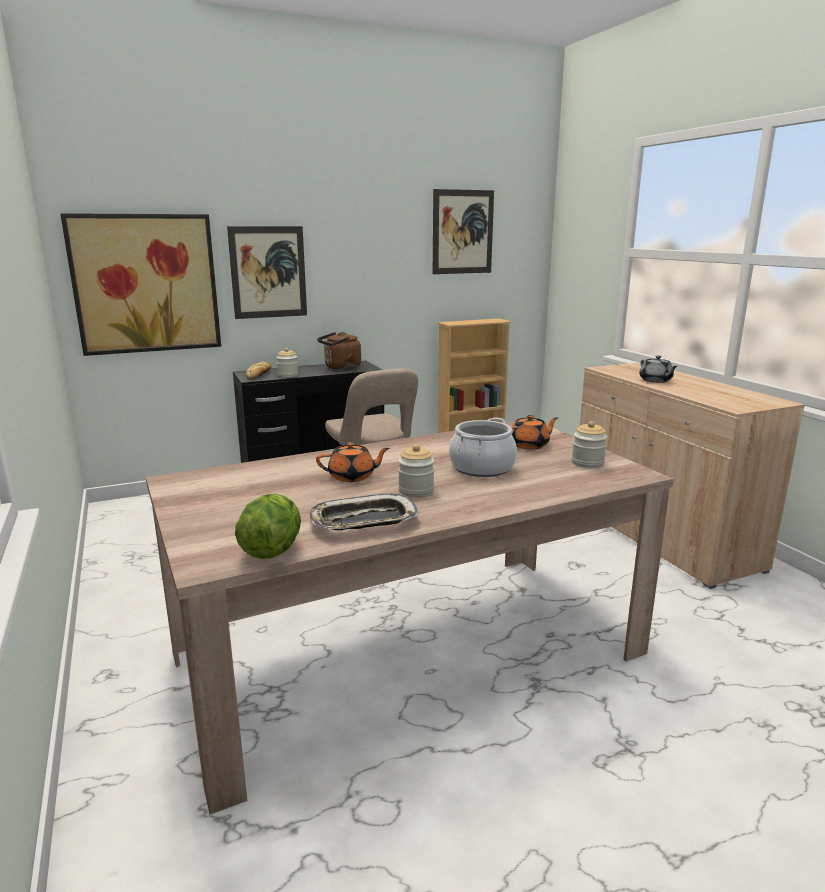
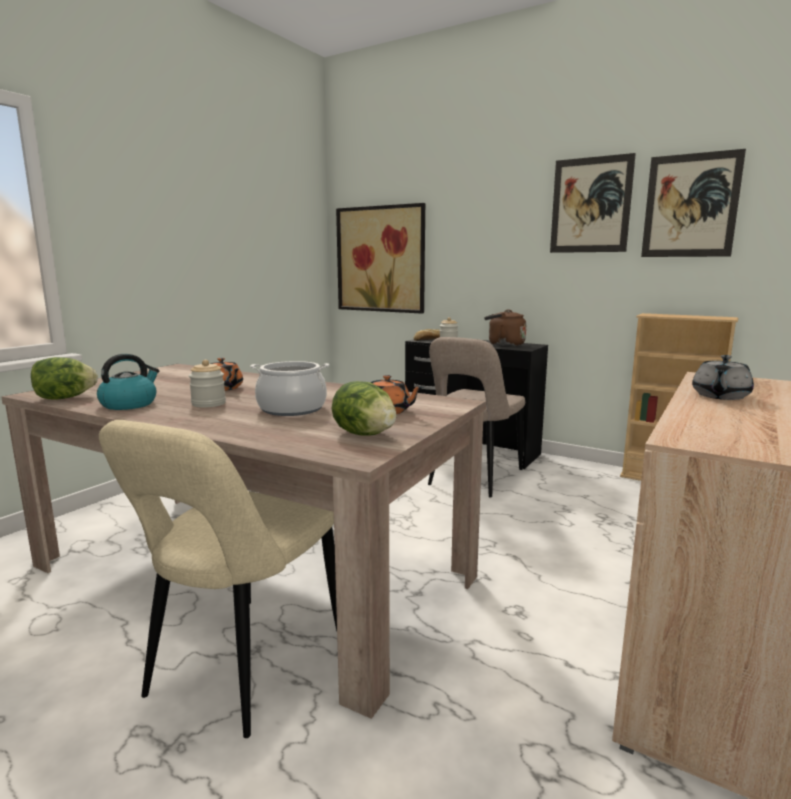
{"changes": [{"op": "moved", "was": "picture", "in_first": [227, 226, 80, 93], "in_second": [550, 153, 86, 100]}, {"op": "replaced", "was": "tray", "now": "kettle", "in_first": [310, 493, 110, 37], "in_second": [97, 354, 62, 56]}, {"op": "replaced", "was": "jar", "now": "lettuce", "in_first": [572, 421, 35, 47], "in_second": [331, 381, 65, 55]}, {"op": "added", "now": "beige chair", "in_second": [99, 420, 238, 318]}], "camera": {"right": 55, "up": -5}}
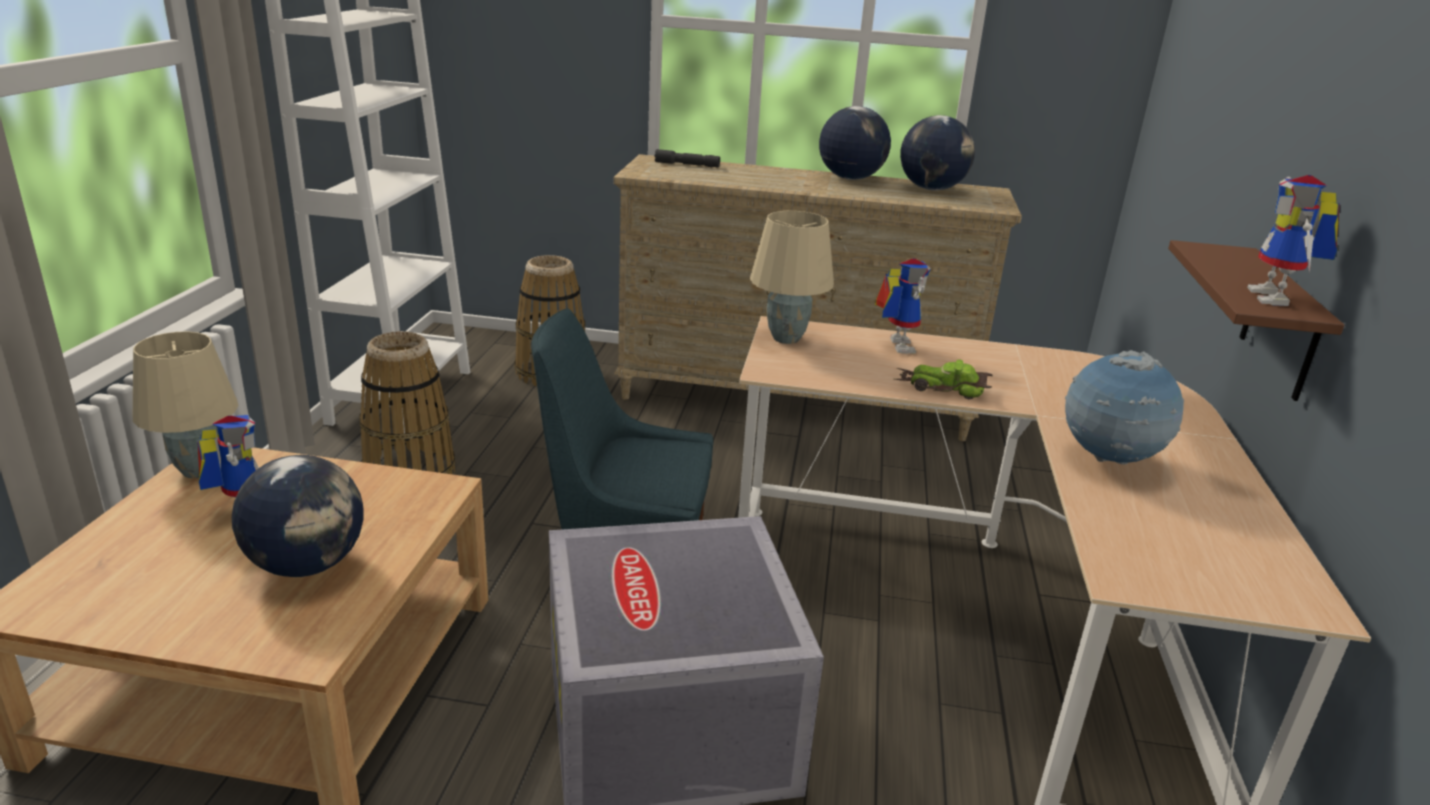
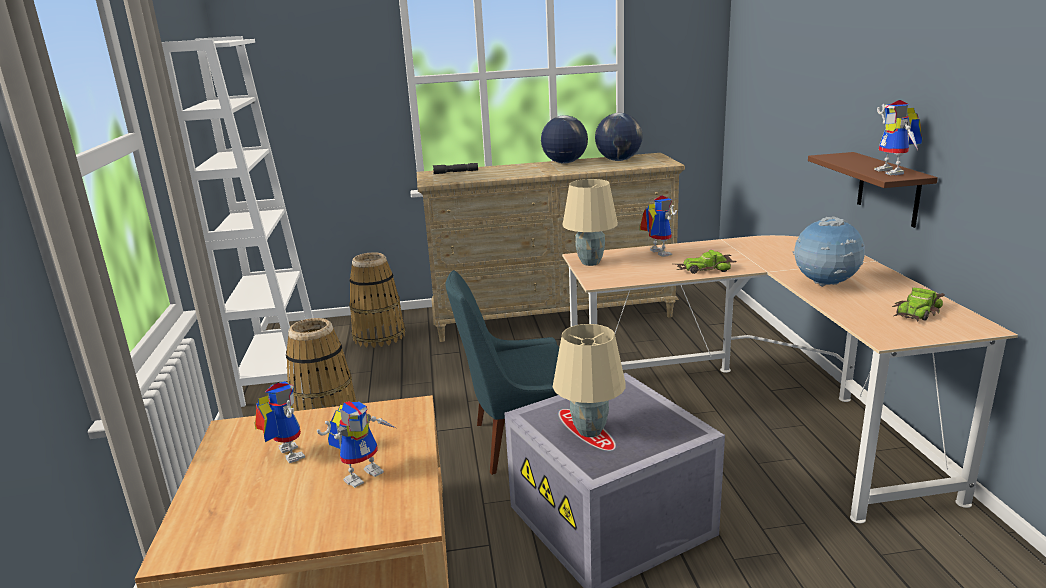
{"changes": [{"op": "moved", "was": "beige table lamp", "in_first": [133, 332, 106, 146], "in_second": [553, 324, 73, 113]}, {"op": "replaced", "was": "globe", "now": "toy robot", "in_first": [232, 455, 132, 122], "in_second": [317, 401, 79, 87]}, {"op": "added", "now": "toy car", "in_second": [892, 288, 53, 33]}], "camera": {"right": -15, "up": -5}}
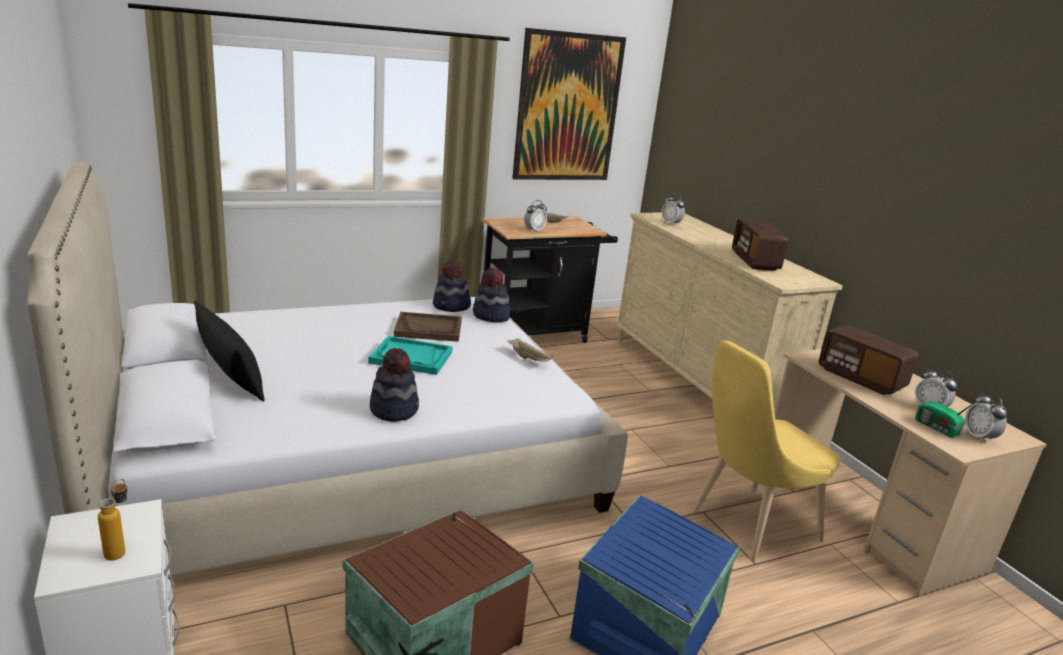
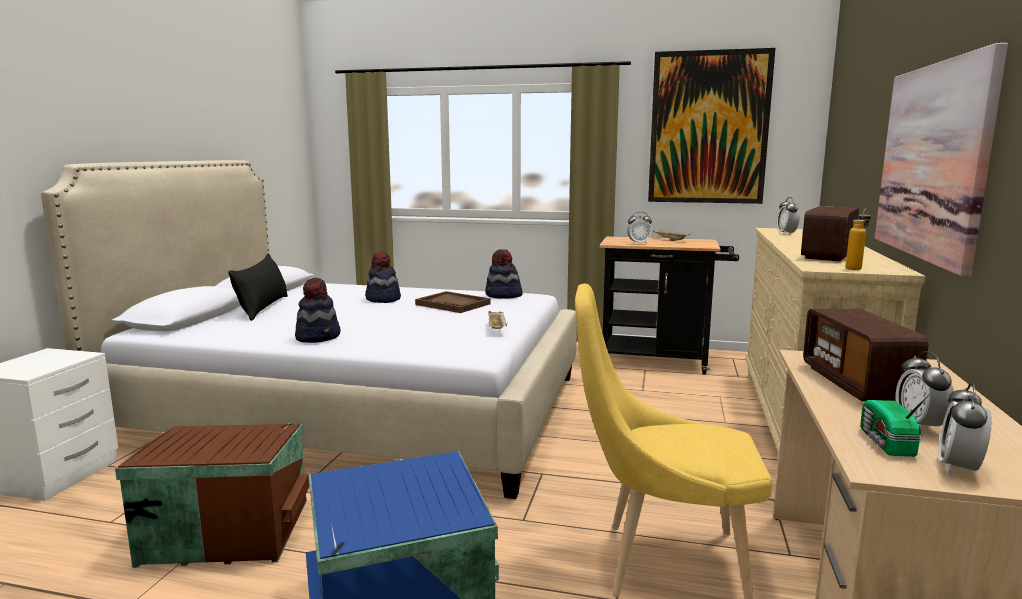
{"changes": [{"op": "moved", "was": "bottle", "in_first": [98, 479, 30, 82], "in_second": [846, 209, 25, 61]}, {"op": "removed", "was": "turquoise tray", "in_first": [368, 336, 85, 39]}, {"op": "moved", "was": "hat", "in_first": [473, 268, 37, 54], "in_second": [365, 252, 36, 51]}, {"op": "added", "now": "picture", "in_second": [875, 43, 133, 233]}], "camera": {"right": 40, "up": -10}}
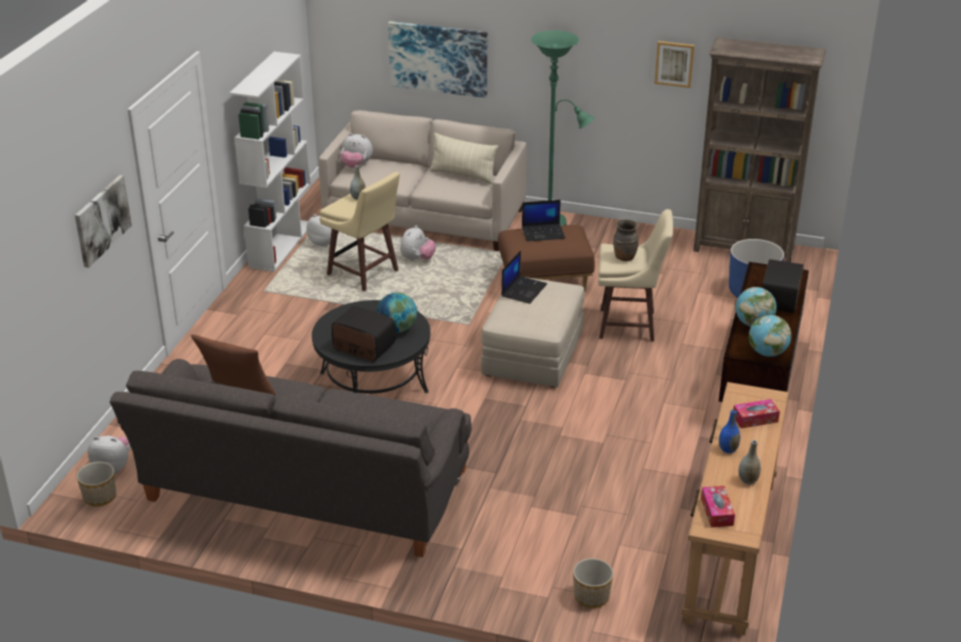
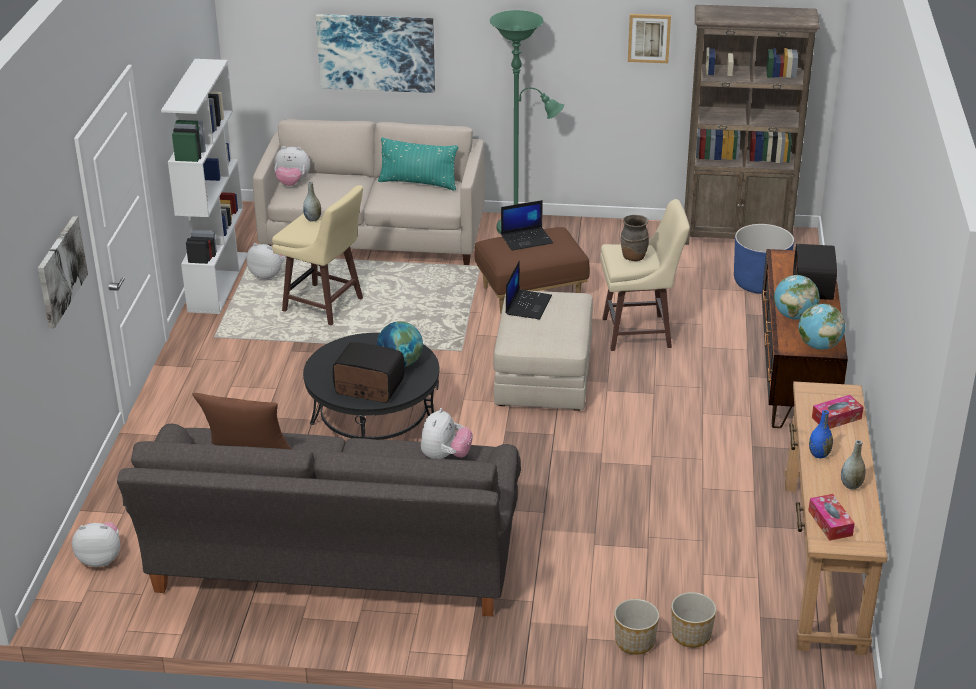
{"changes": [{"op": "moved", "was": "planter", "in_first": [77, 462, 39, 45], "in_second": [614, 599, 45, 55]}, {"op": "moved", "was": "plush toy", "in_first": [400, 225, 36, 36], "in_second": [421, 408, 52, 51]}, {"op": "recoloured", "was": "beige pillow", "now": "turquoise pillow", "in_first": [429, 133, 69, 52], "in_second": [378, 137, 80, 53]}], "camera": {"right": -10, "up": 0}}
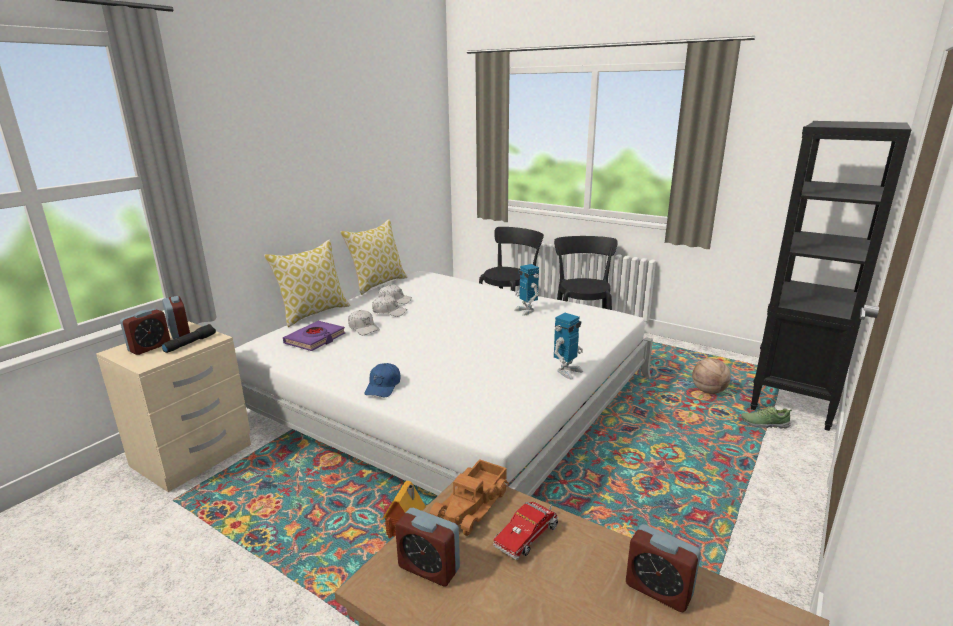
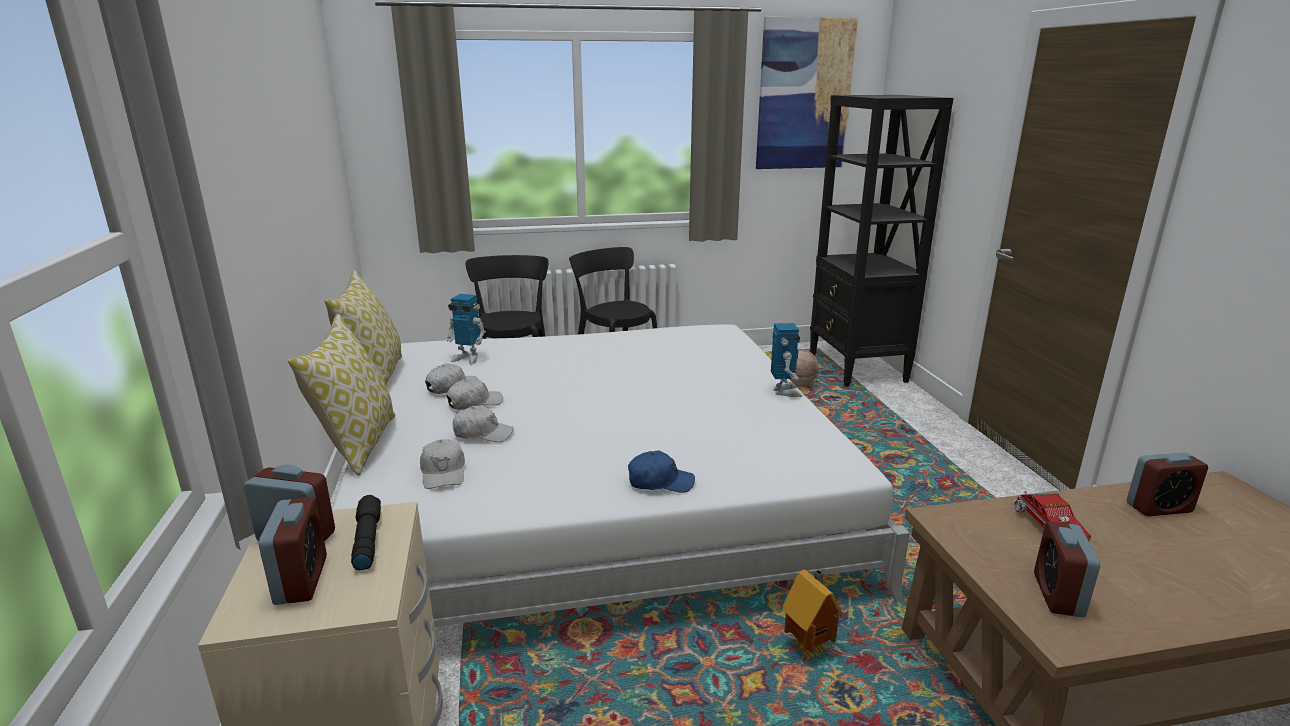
{"changes": [{"op": "replaced", "was": "purple book", "now": "white cap", "in_first": [283, 321, 63, 30], "in_second": [420, 439, 45, 50]}, {"op": "turned", "was": "blue cap", "in_first": [364, 363, 37, 34], "in_second": [628, 450, 67, 43], "clockwise": -60}, {"op": "turned", "was": "alarm clock", "in_first": [395, 508, 65, 79], "in_second": [1034, 521, 66, 97], "clockwise": 120}, {"op": "removed", "was": "toy truck", "in_first": [429, 459, 80, 77]}, {"op": "moved", "was": "toy robot", "in_first": [514, 264, 25, 52], "in_second": [446, 294, 40, 70]}, {"op": "removed", "was": "shoe", "in_first": [741, 406, 51, 23]}, {"op": "added", "now": "picture", "in_second": [756, 17, 102, 152]}], "camera": {"right": -45, "up": 0}}
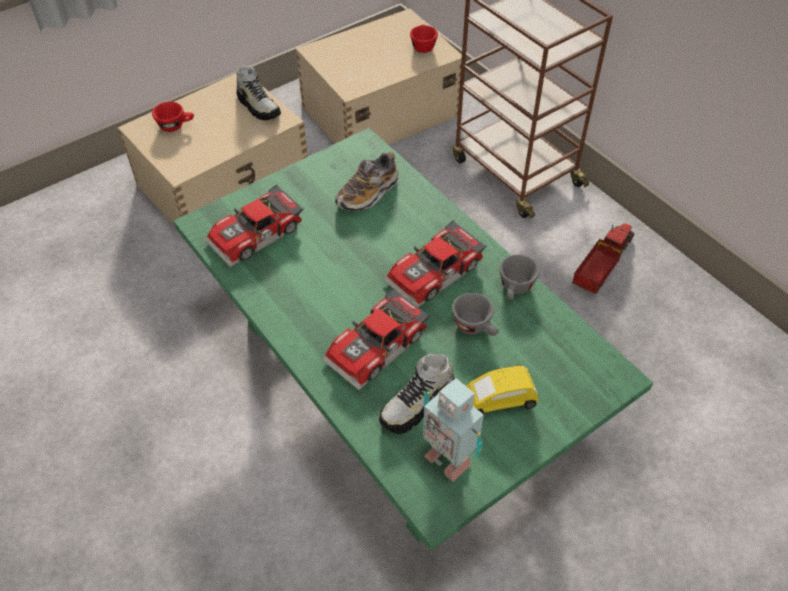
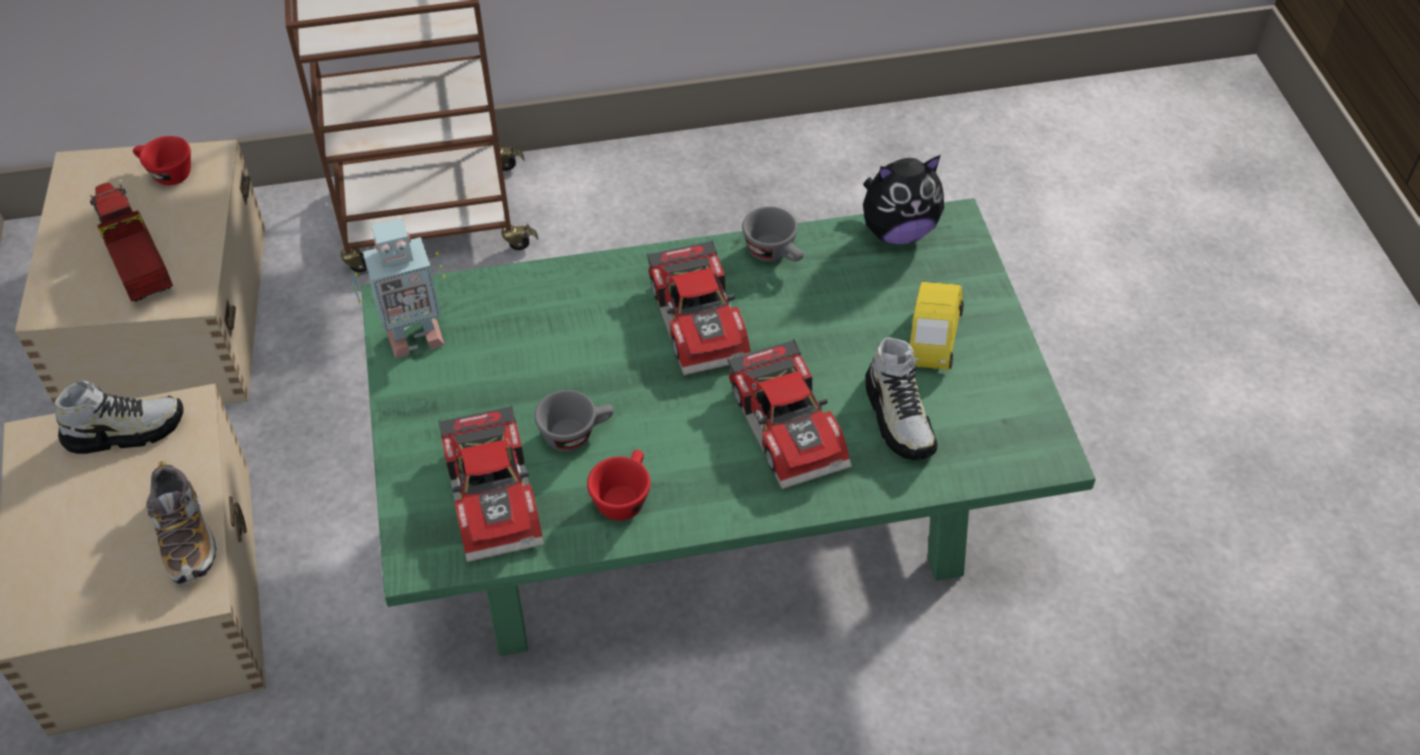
{"changes": [{"op": "moved", "was": "red cup", "in_first": [152, 102, 42, 30], "in_second": [587, 450, 64, 70]}, {"op": "moved", "was": "shoe", "in_first": [335, 152, 64, 60], "in_second": [146, 461, 71, 123]}, {"op": "moved", "was": "toy robot", "in_first": [423, 378, 61, 104], "in_second": [352, 218, 95, 140]}, {"op": "moved", "was": "grey cup", "in_first": [452, 293, 47, 43], "in_second": [534, 390, 80, 62]}, {"op": "moved", "was": "toy truck", "in_first": [572, 223, 62, 71], "in_second": [90, 182, 83, 120]}, {"op": "added", "now": "plush toy", "in_second": [863, 155, 81, 89]}], "camera": {"right": -65, "up": 0}}
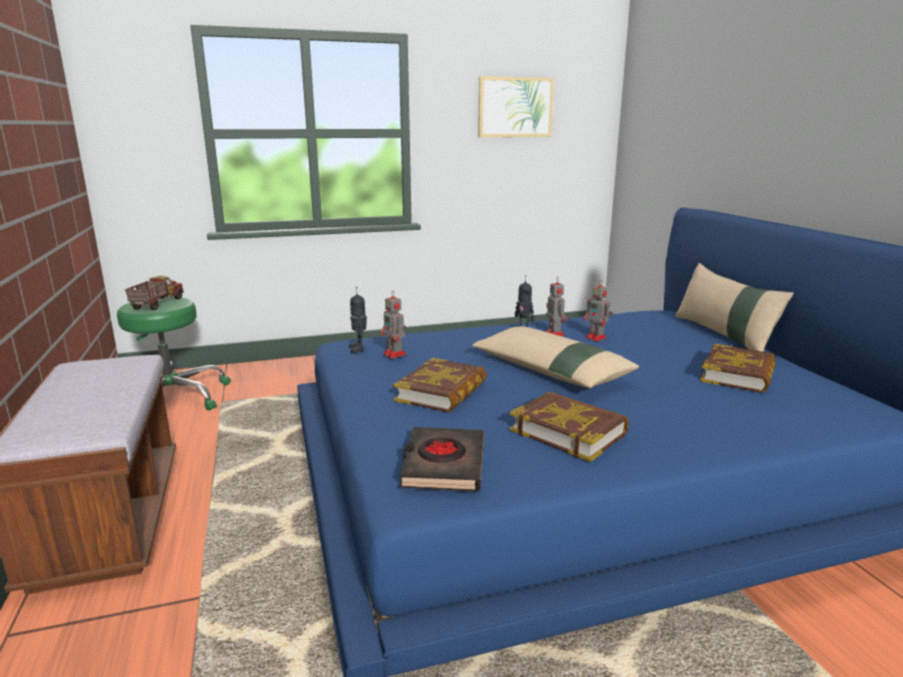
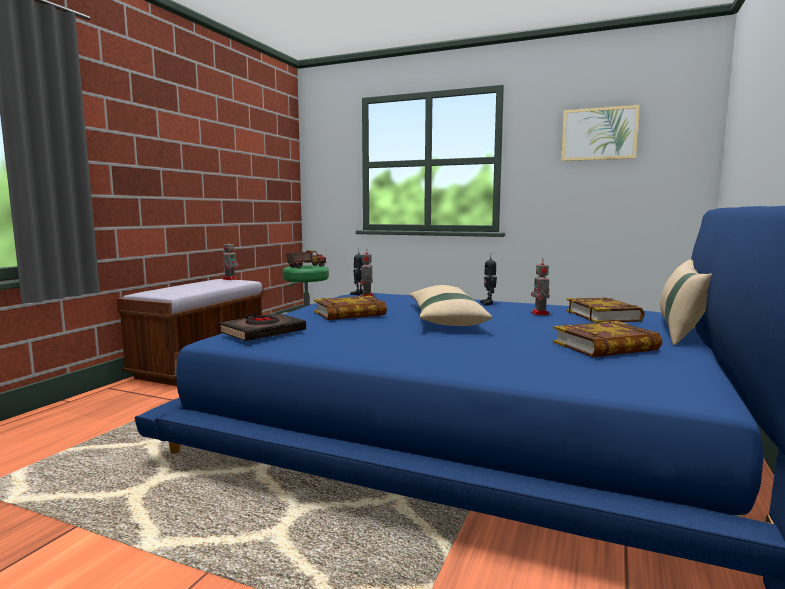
{"changes": [{"op": "moved", "was": "book", "in_first": [510, 392, 119, 70], "in_second": [566, 298, 79, 25]}, {"op": "moved", "was": "toy robot", "in_first": [545, 282, 22, 54], "in_second": [222, 242, 17, 38]}], "camera": {"right": 40, "up": -10}}
